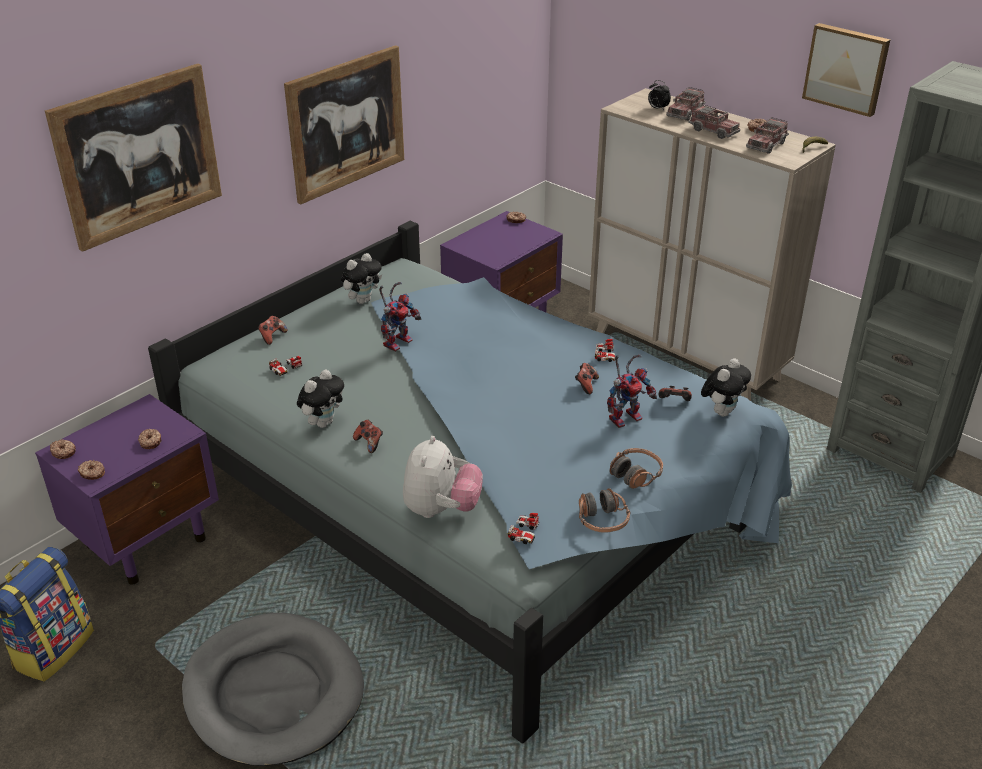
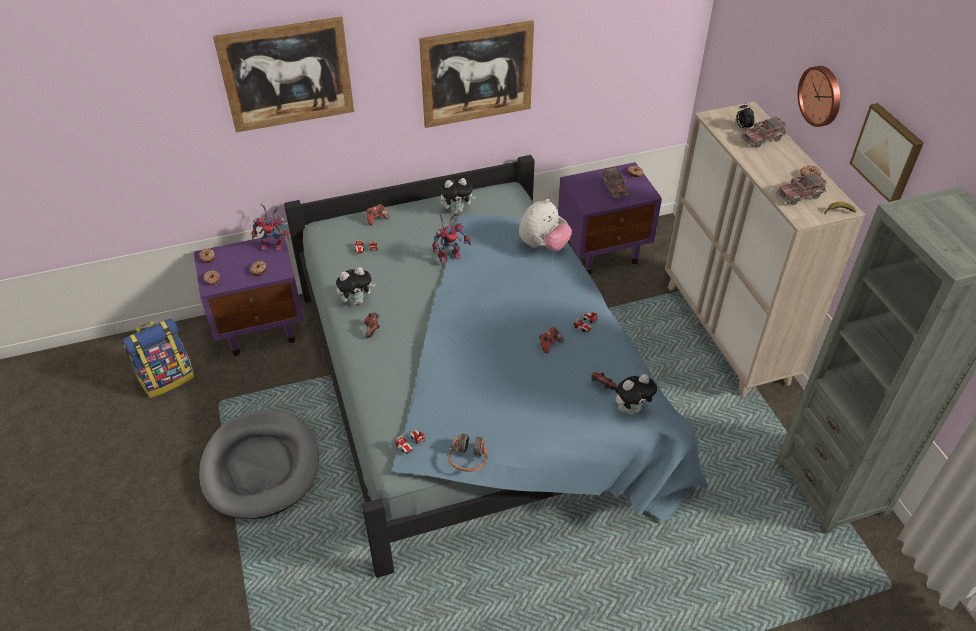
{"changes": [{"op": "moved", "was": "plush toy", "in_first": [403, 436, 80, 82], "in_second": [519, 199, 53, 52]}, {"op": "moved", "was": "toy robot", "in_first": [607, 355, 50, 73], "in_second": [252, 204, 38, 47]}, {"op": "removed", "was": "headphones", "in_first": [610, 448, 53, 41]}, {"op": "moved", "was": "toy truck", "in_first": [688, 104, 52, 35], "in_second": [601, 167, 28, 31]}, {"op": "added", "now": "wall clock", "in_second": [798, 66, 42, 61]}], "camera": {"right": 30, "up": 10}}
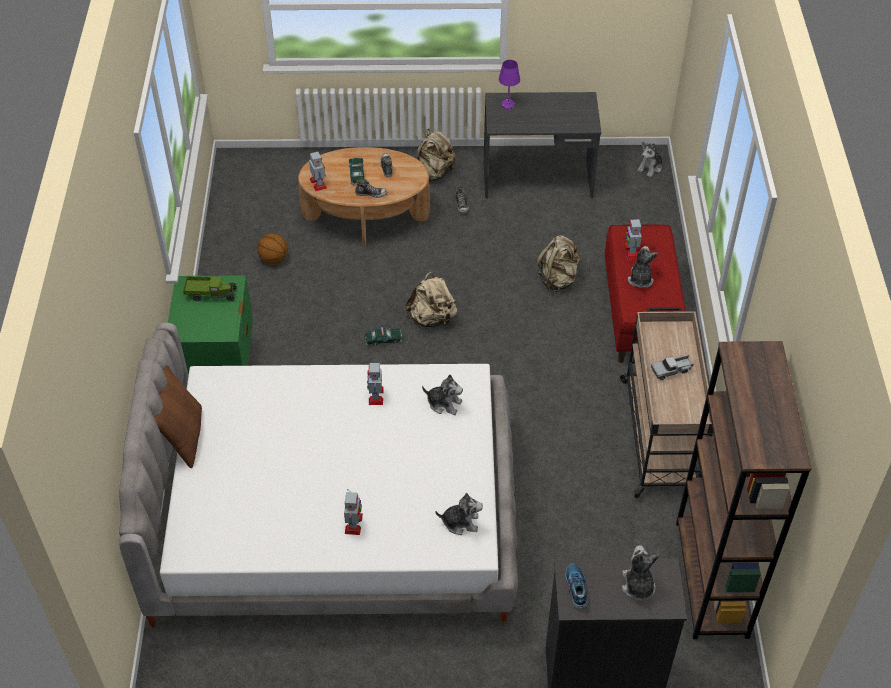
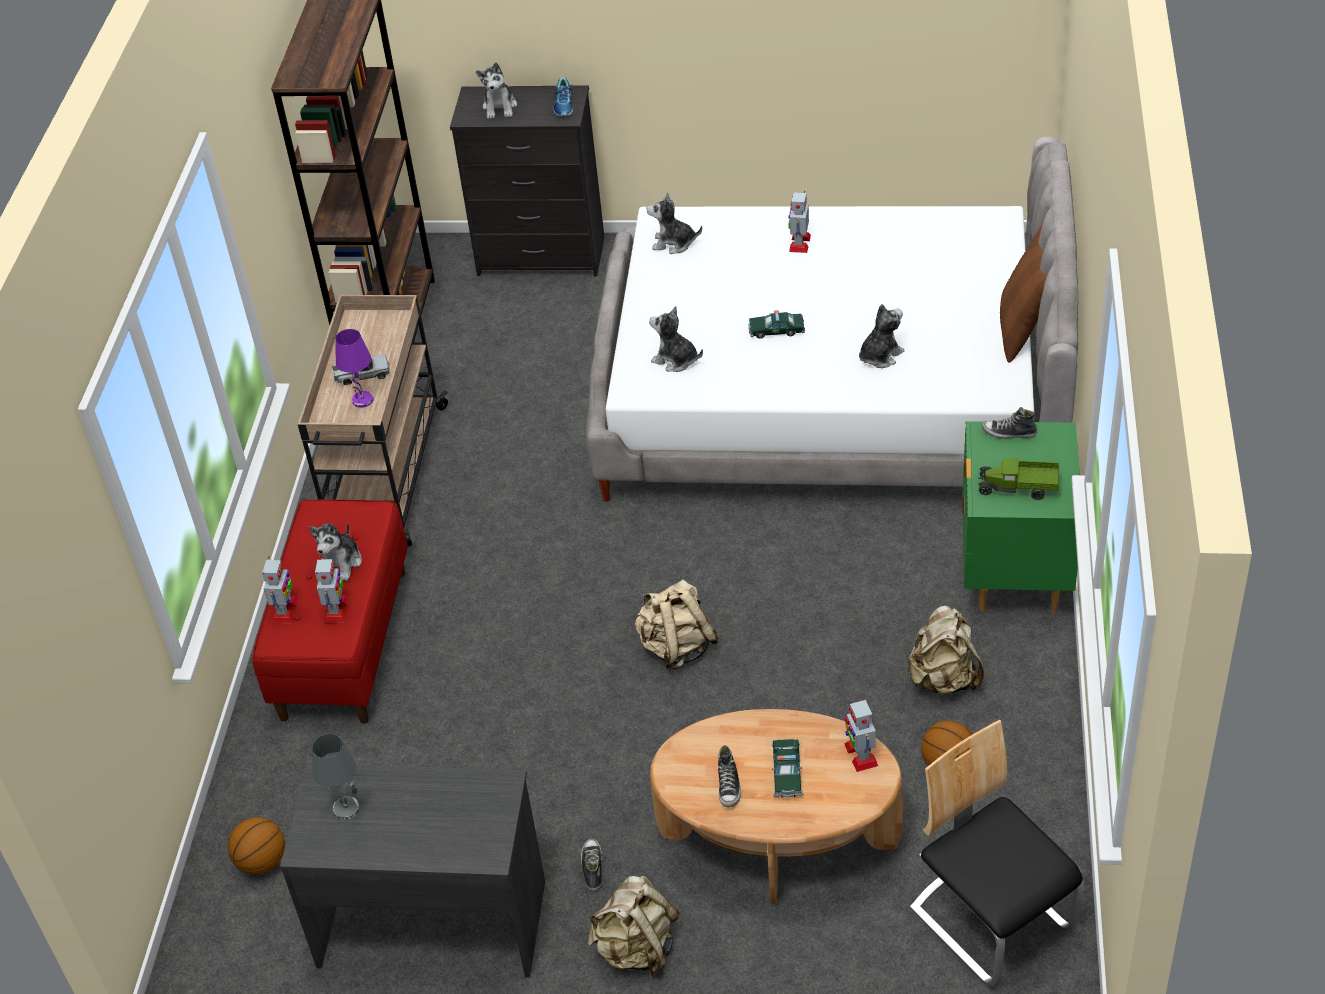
{"changes": [{"op": "moved", "was": "shoe", "in_first": [355, 179, 32, 19], "in_second": [982, 407, 55, 32]}, {"op": "moved", "was": "toy car", "in_first": [365, 327, 37, 19], "in_second": [748, 310, 57, 29]}, {"op": "moved", "was": "toy robot", "in_first": [367, 361, 16, 44], "in_second": [262, 556, 37, 67]}, {"op": "moved", "was": "purple table lamp", "in_first": [499, 60, 21, 49], "in_second": [335, 329, 39, 79]}, {"op": "moved", "was": "beige backpack", "in_first": [537, 235, 44, 57], "in_second": [907, 605, 77, 90]}, {"op": "moved", "was": "plush toy", "in_first": [637, 141, 25, 36], "in_second": [859, 304, 46, 64]}, {"op": "added", "now": "basketball", "in_second": [228, 817, 57, 57]}, {"op": "added", "now": "grey table lamp", "in_second": [312, 734, 47, 86]}, {"op": "added", "now": "chair", "in_second": [910, 720, 174, 267]}], "camera": {"right": -170, "up": -5}}
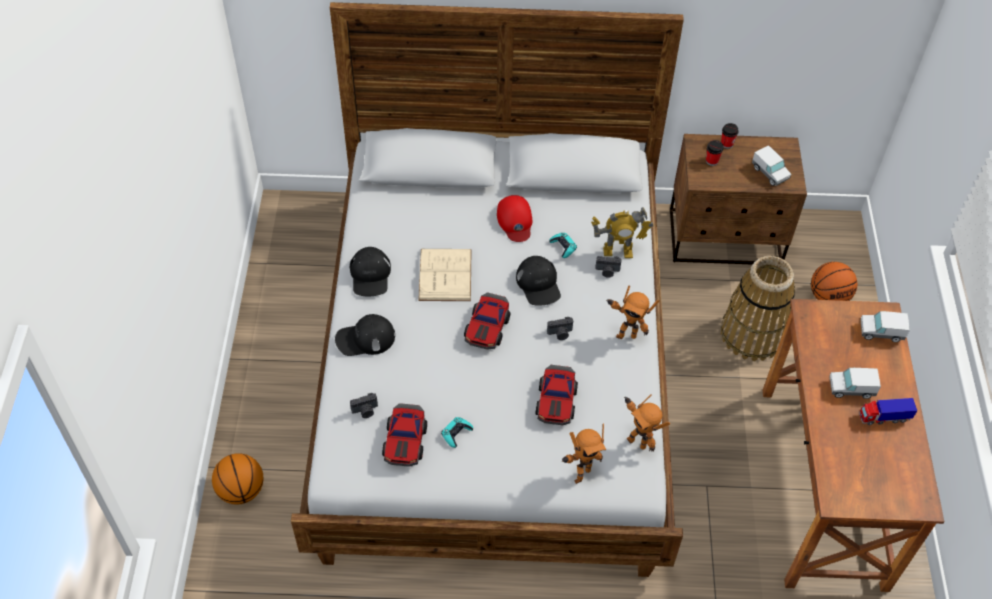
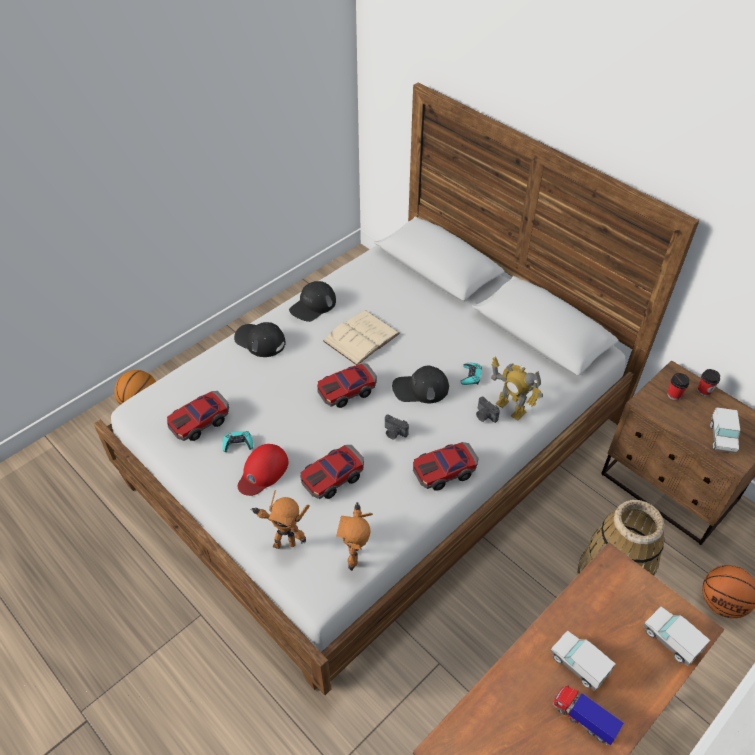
{"changes": [{"op": "removed", "was": "photo camera", "in_first": [350, 393, 28, 25]}, {"op": "moved", "was": "red cap", "in_first": [497, 195, 35, 47], "in_second": [238, 444, 50, 52]}, {"op": "turned", "was": "black cap", "in_first": [516, 256, 45, 50], "in_second": [392, 366, 57, 37], "clockwise": 60}, {"op": "replaced", "was": "toy robot", "now": "toy car", "in_first": [606, 286, 53, 53], "in_second": [413, 442, 66, 49]}], "camera": {"right": 45, "up": -5}}
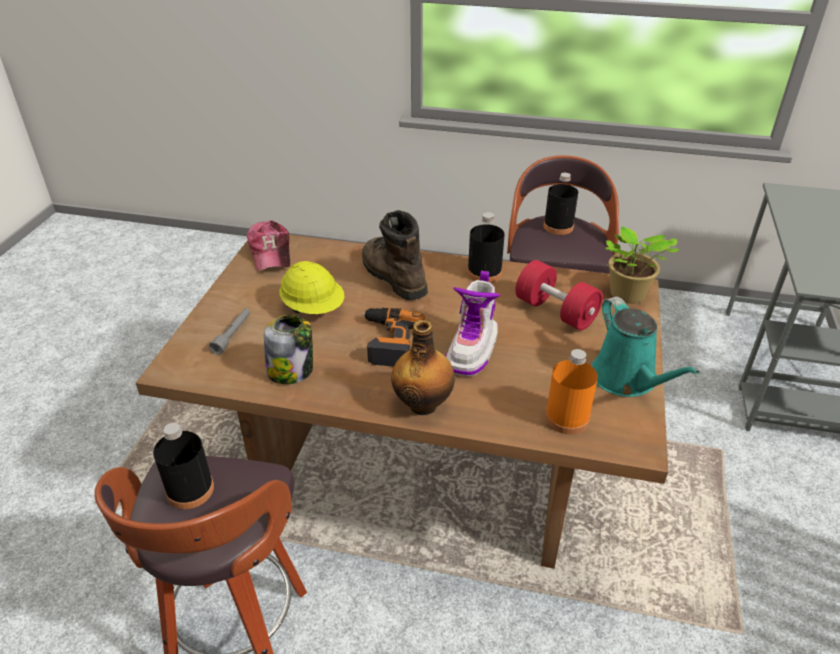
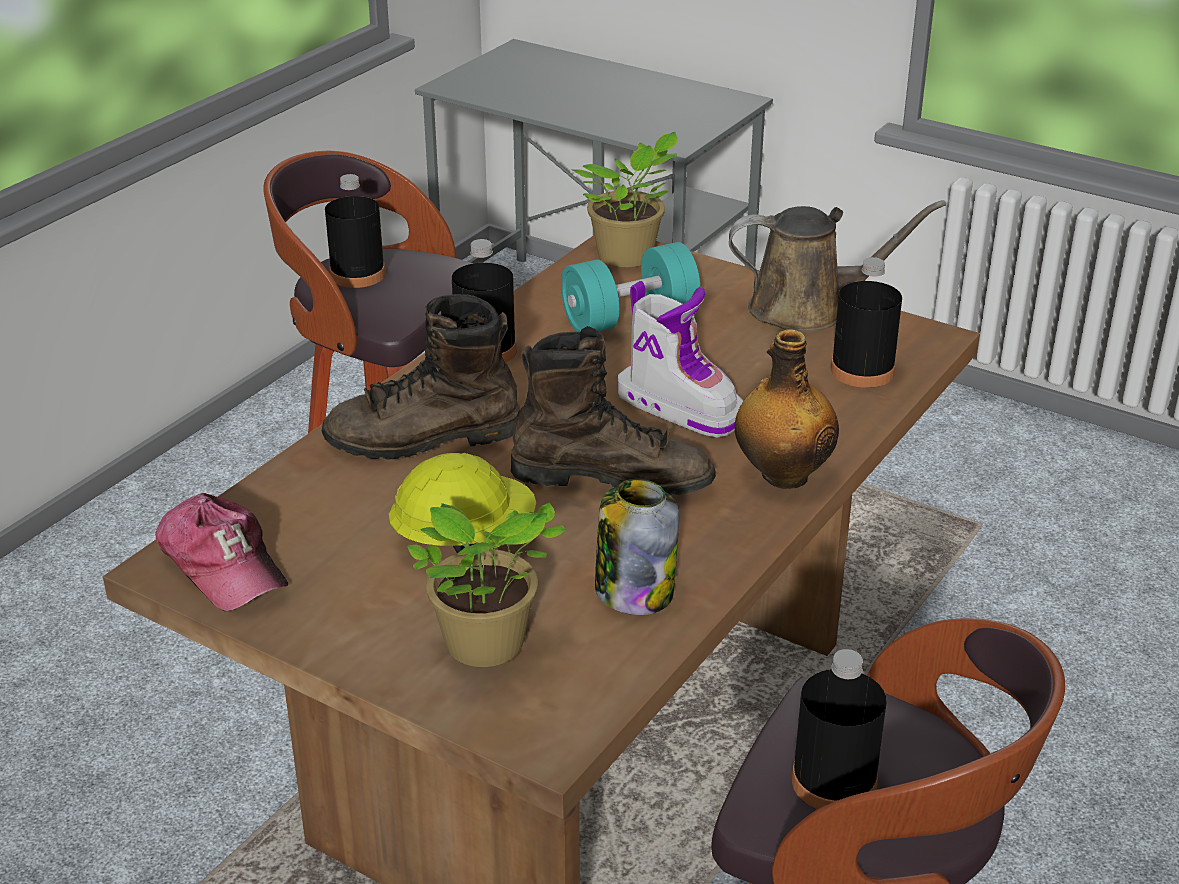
{"changes": [{"op": "replaced", "was": "grey flashlight", "now": "potted plant", "in_first": [209, 309, 41, 46], "in_second": [408, 503, 159, 164]}, {"op": "turned", "was": "cap", "in_first": [247, 220, 43, 51], "in_second": [155, 493, 133, 118], "clockwise": 45}, {"op": "replaced", "was": "power drill", "now": "brown boot", "in_first": [362, 308, 63, 59], "in_second": [511, 326, 205, 169]}, {"op": "recoloured", "was": "red dumbbell", "now": "turquoise dumbbell", "in_first": [515, 260, 88, 70], "in_second": [561, 242, 139, 90]}, {"op": "recoloured", "was": "orange bottle", "now": "black bottle", "in_first": [545, 349, 53, 86], "in_second": [831, 257, 71, 131]}, {"op": "recoloured", "was": "turquoise watering can", "now": "brown watering can", "in_first": [592, 297, 108, 100], "in_second": [729, 200, 217, 132]}], "camera": {"right": -70, "up": -5}}
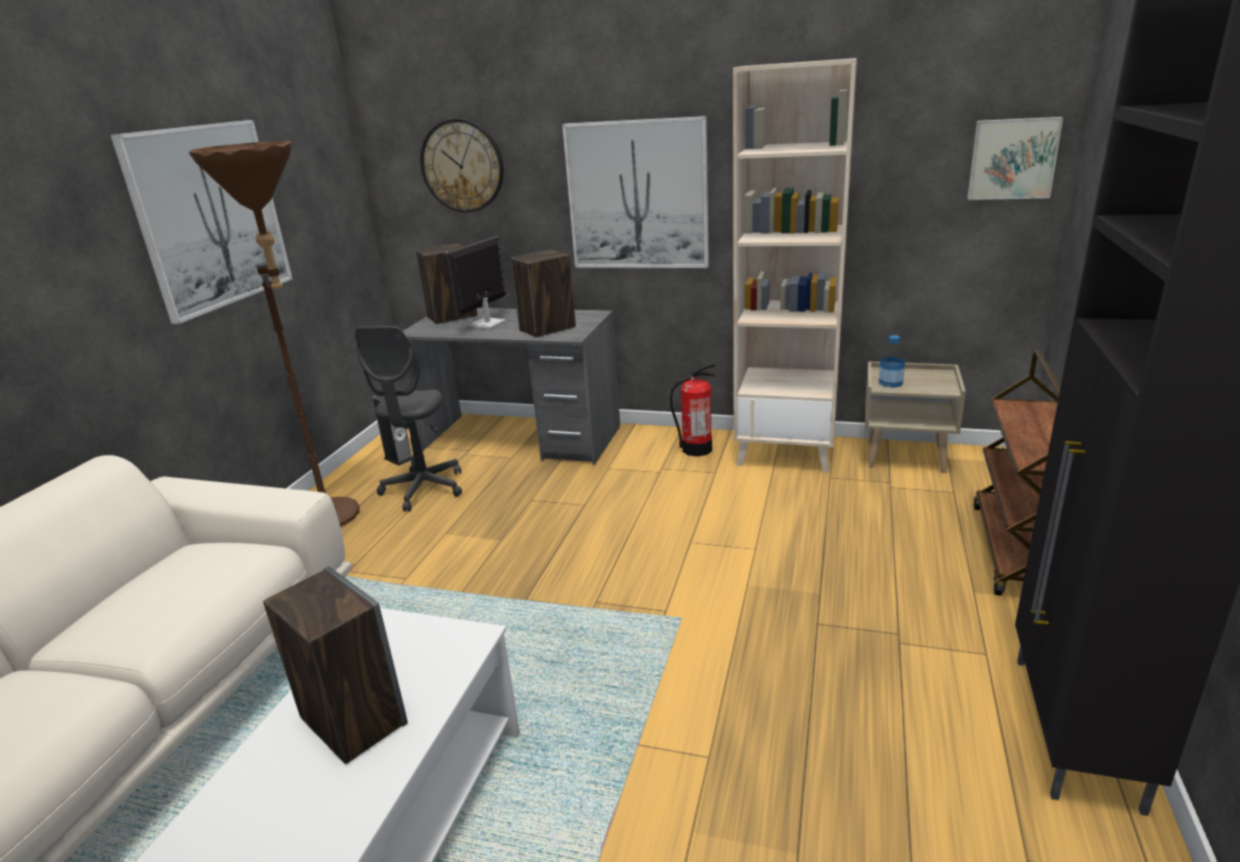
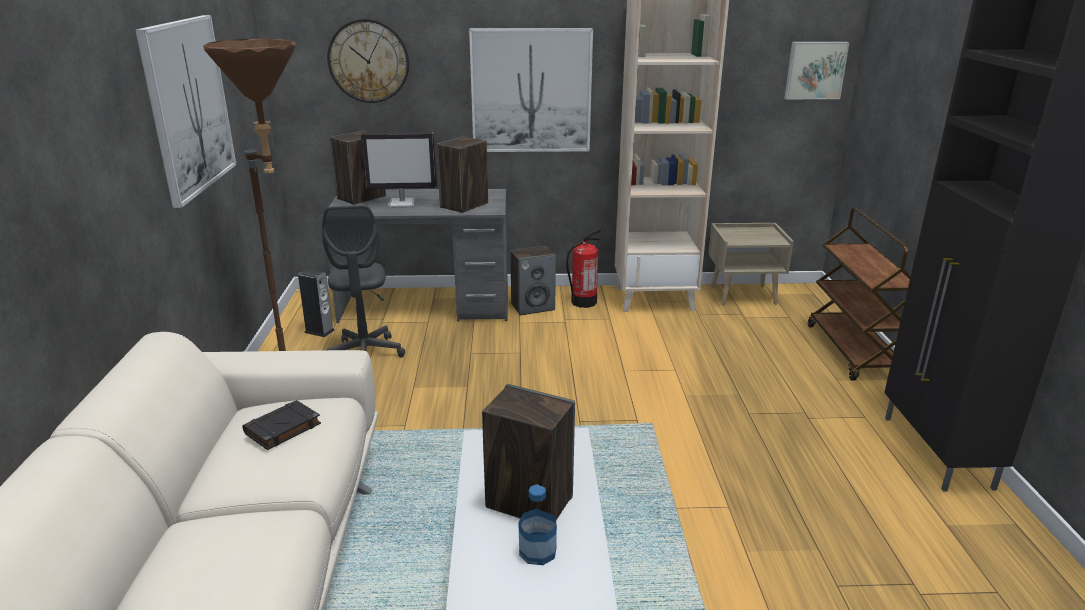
{"changes": [{"op": "turned", "was": "monitor", "in_first": [444, 236, 62, 93], "in_second": [361, 132, 76, 75], "clockwise": -105}, {"op": "moved", "was": "bottle", "in_first": [879, 335, 26, 53], "in_second": [518, 485, 39, 80]}, {"op": "added", "now": "black book", "in_second": [243, 400, 78, 50]}, {"op": "added", "now": "speaker", "in_second": [510, 246, 46, 69]}], "camera": {"right": -20, "up": 0}}
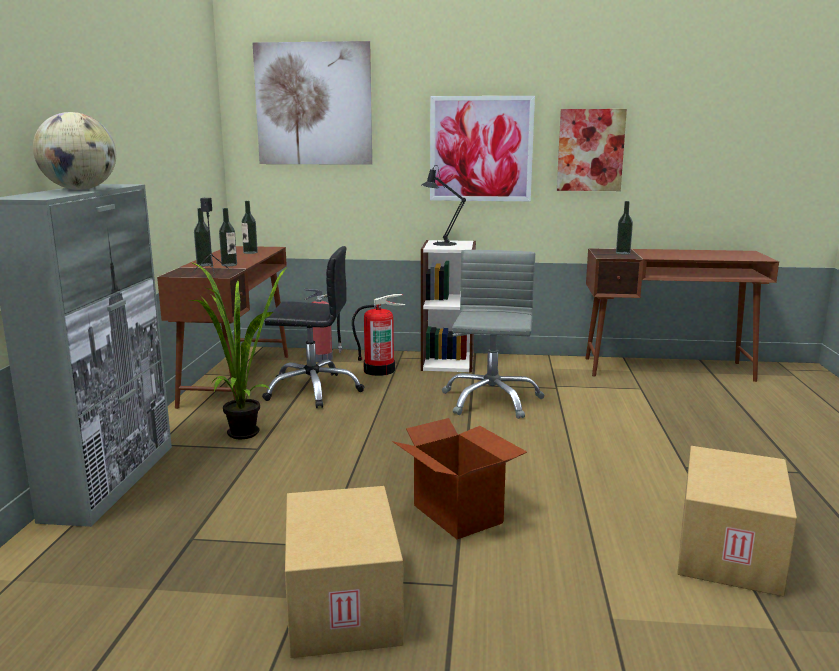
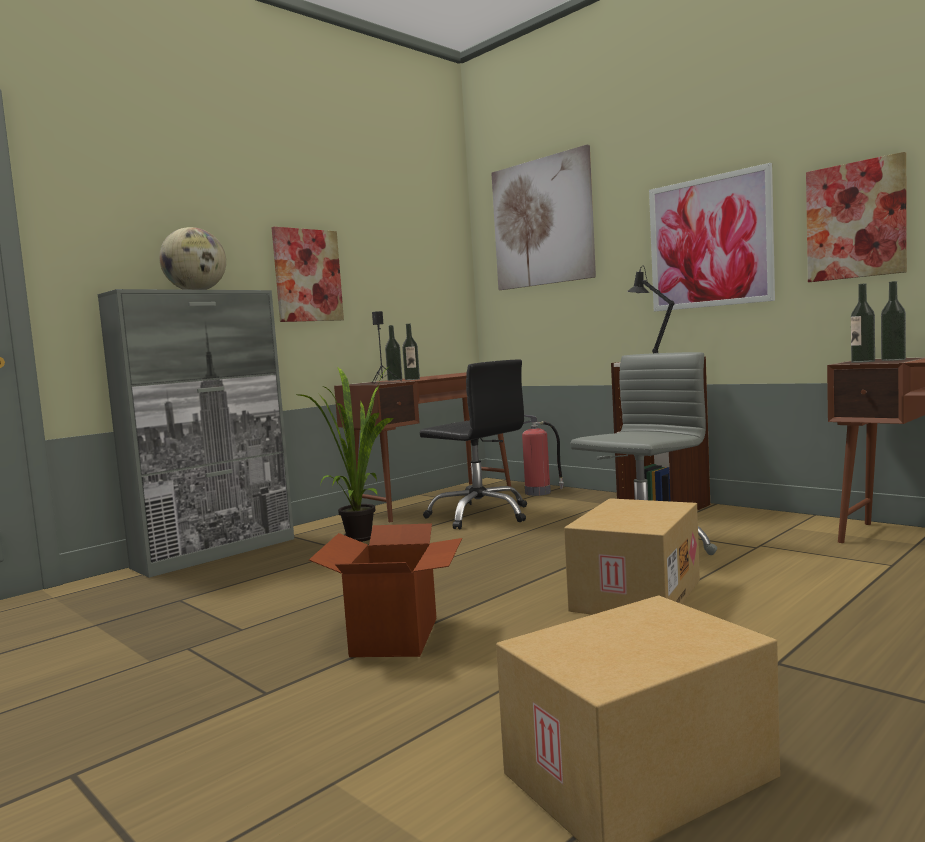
{"changes": [{"op": "moved", "was": "bottle", "in_first": [241, 201, 17, 53], "in_second": [851, 283, 24, 80]}, {"op": "moved", "was": "cardboard box", "in_first": [285, 486, 119, 172], "in_second": [564, 498, 136, 117]}, {"op": "removed", "was": "fire extinguisher", "in_first": [352, 294, 54, 82]}, {"op": "added", "now": "picture", "in_second": [271, 227, 73, 95]}], "camera": {"right": 40, "up": -10}}
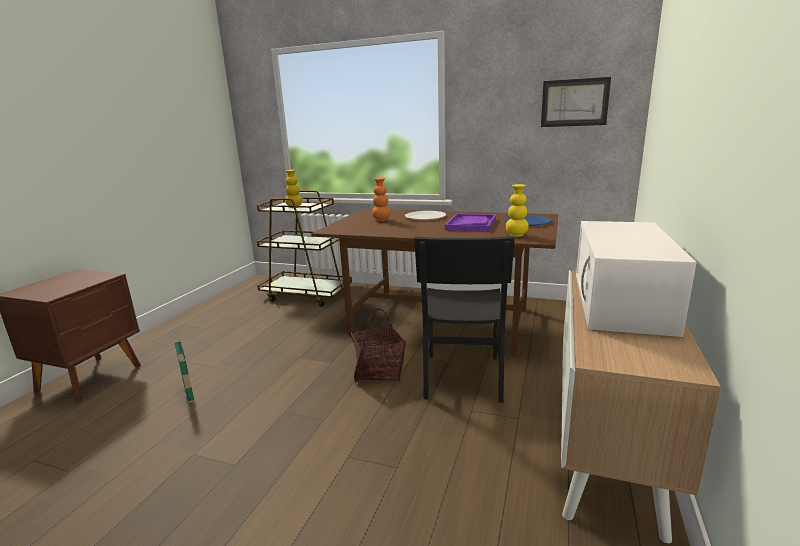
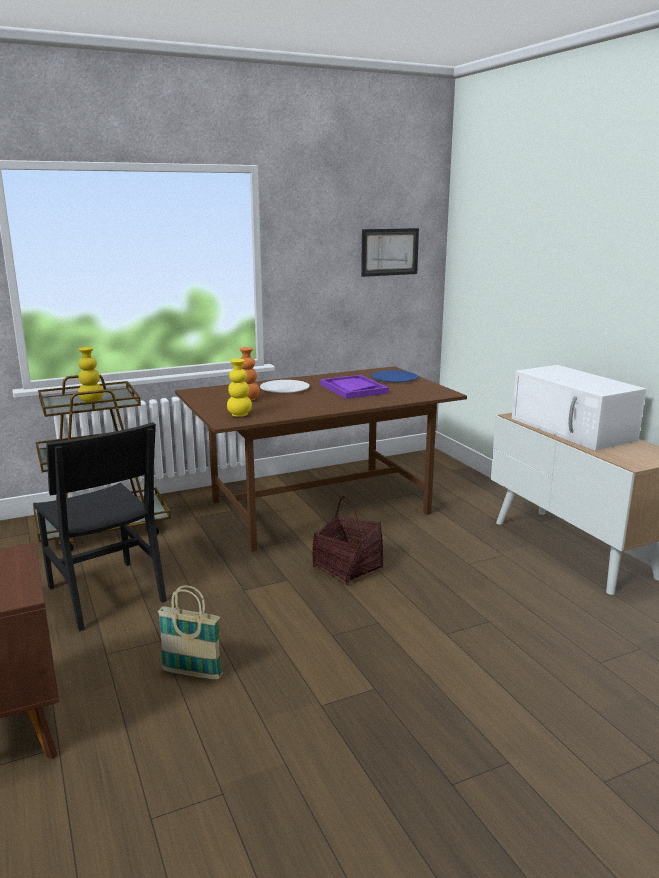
{"changes": [{"op": "moved", "was": "black chair", "in_first": [414, 236, 101, 167], "in_second": [33, 422, 134, 209]}, {"op": "moved", "was": "yellow vase", "in_first": [506, 184, 23, 53], "in_second": [227, 359, 25, 58]}], "camera": {"right": -45, "up": 0}}
